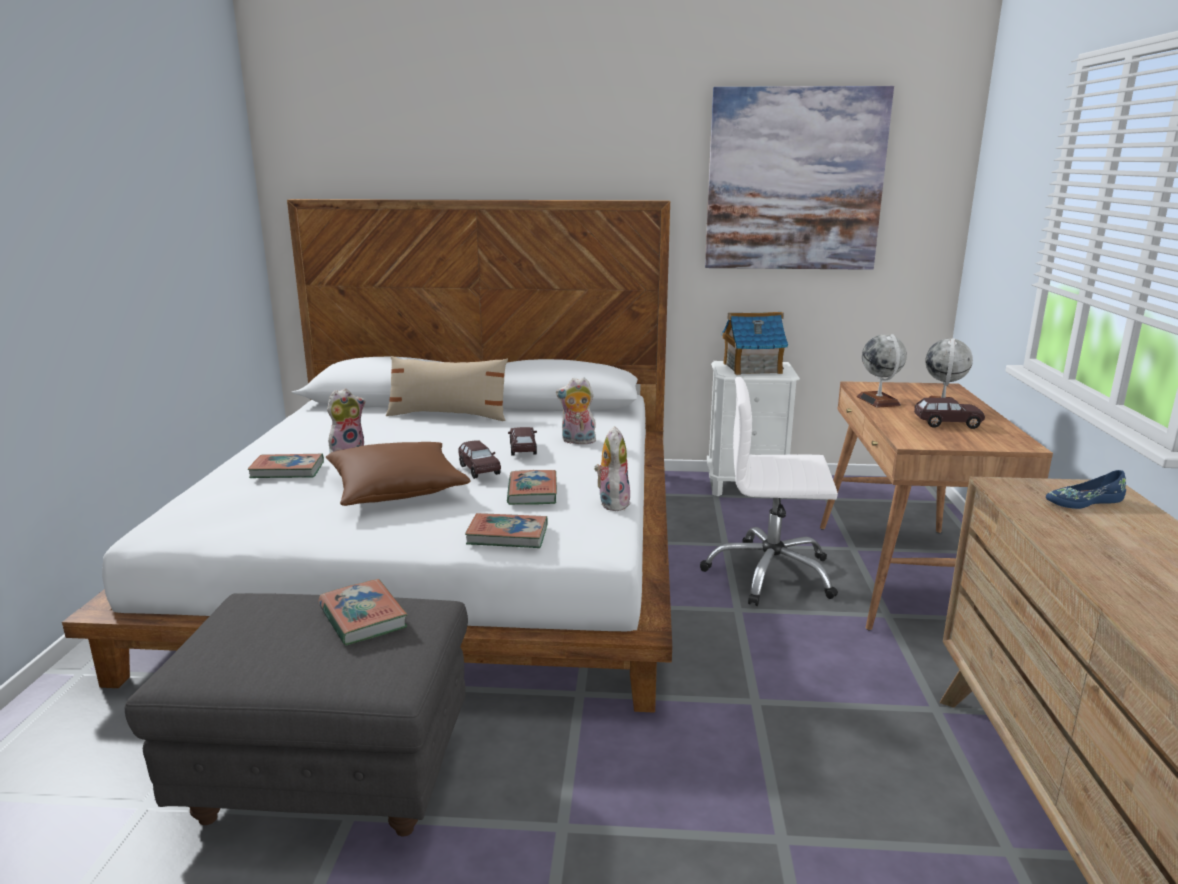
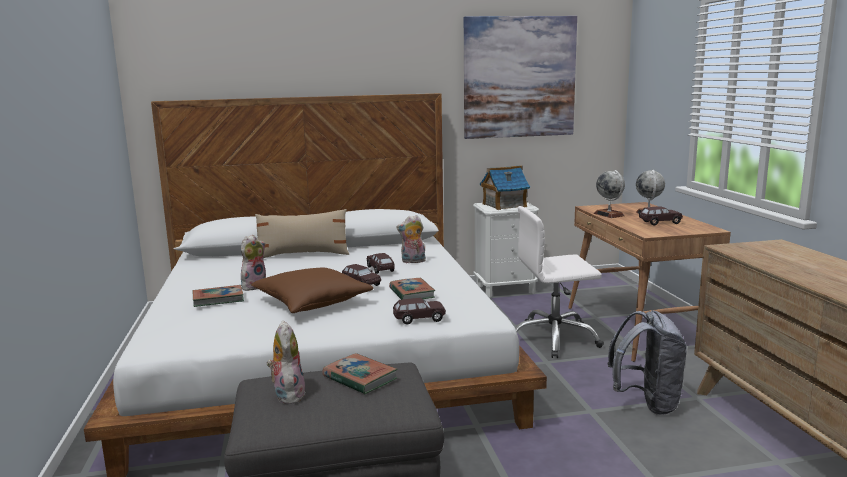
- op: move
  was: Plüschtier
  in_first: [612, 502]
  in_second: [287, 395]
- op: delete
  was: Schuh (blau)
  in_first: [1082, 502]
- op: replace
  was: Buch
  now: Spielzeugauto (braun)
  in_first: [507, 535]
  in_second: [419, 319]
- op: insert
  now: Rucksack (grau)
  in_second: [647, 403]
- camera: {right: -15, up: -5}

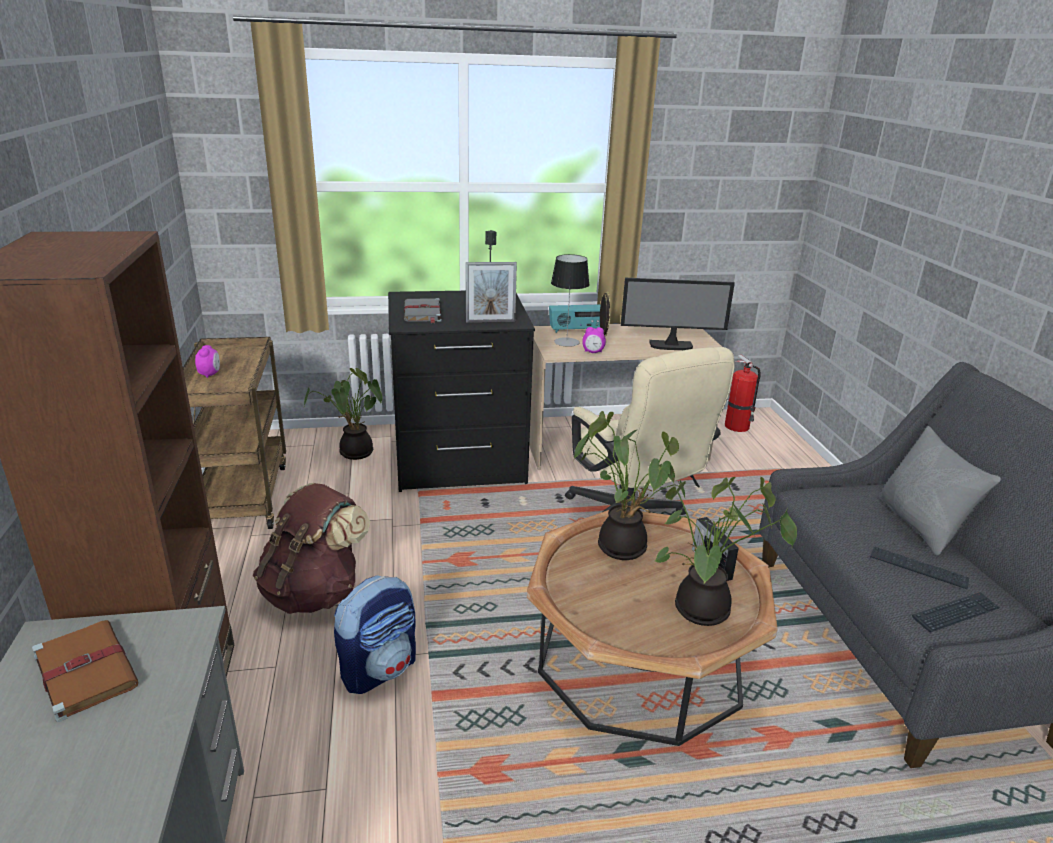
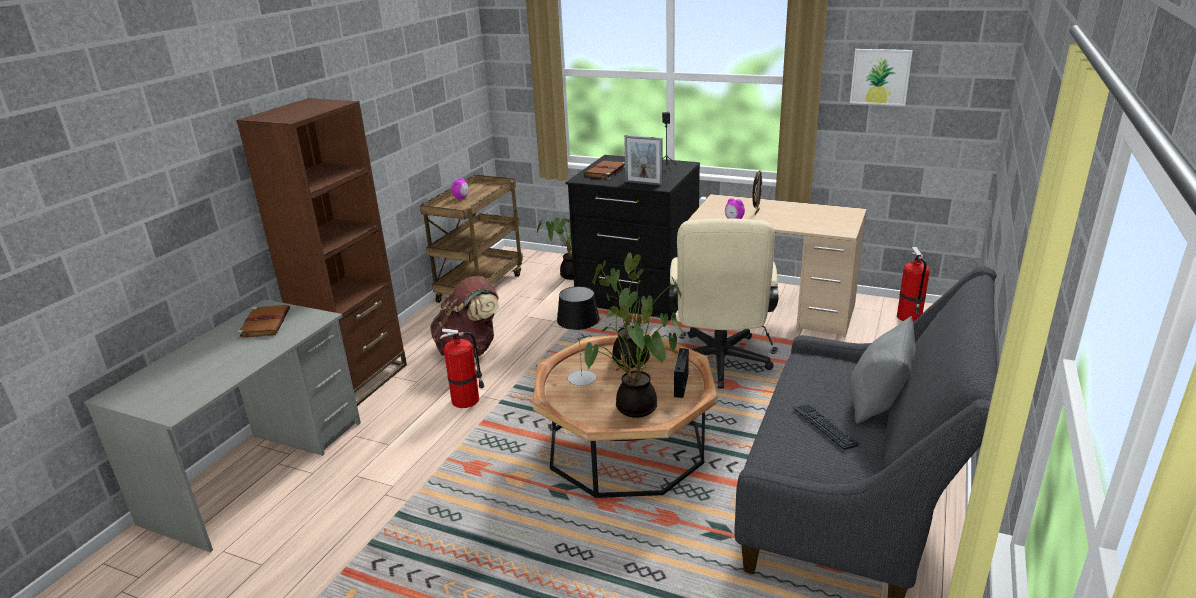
- op: move
  was: Tischlampe
  in_first: [566, 342]
  in_second: [581, 378]
- op: delete
  was: Monitor
  in_first: [671, 346]
- op: recolor
  was: Buch (grau)
  now: Buch (braun)
  in_first: [422, 313]
  in_second: [605, 172]
- op: delete
  was: Radio
  in_first: [576, 330]
- op: replace
  was: Rucksack
  now: Feuerlöscher
  in_first: [379, 669]
  in_second: [467, 400]
- op: delete
  was: Tastatur
  in_first: [955, 613]
- op: insert
  now: Bild
  in_second: [880, 77]
- camera: {right: 35, up: 0}

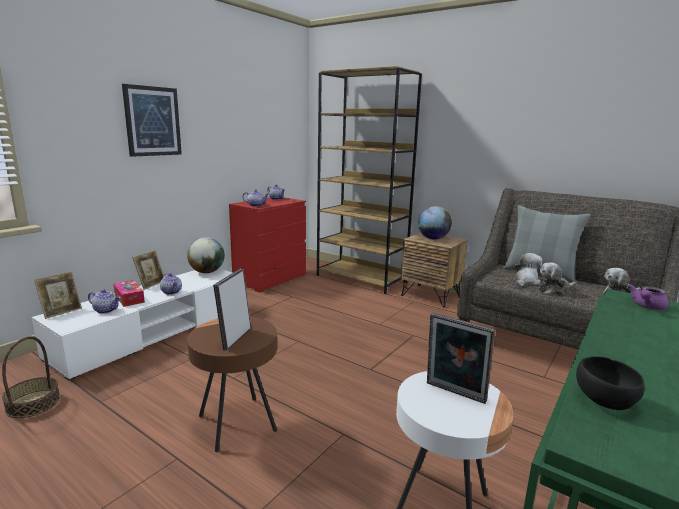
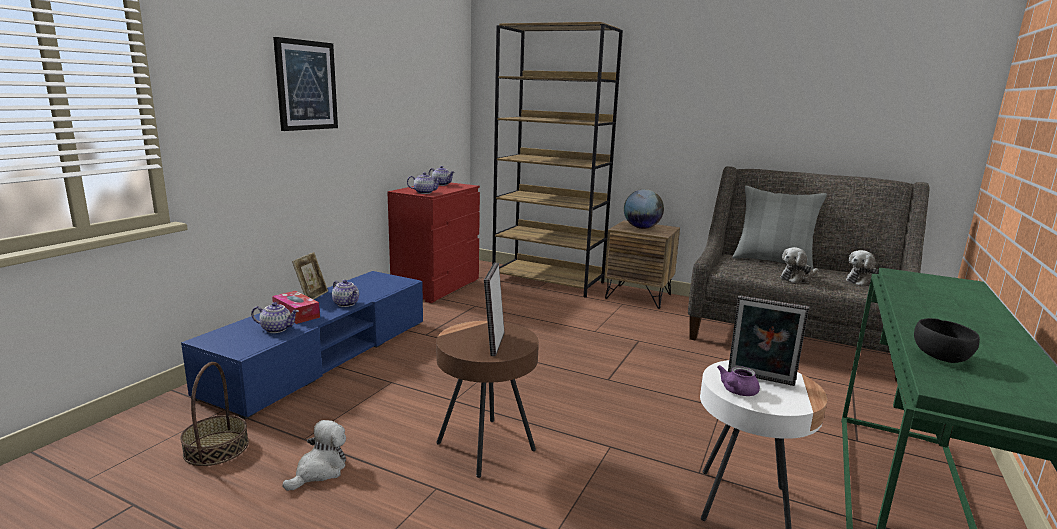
- op: delete
  was: Globus
  in_first: [207, 272]
- op: move
  was: Plüschtier
  in_first: [525, 281]
  in_second: [320, 471]
- op: recolor
  was: Fernsehschrank (weiß)
  now: Fernsehschrank (blau)
  in_first: [155, 331]
  in_second: [323, 356]
- op: delete
  was: Bilderrahmen
  in_first: [61, 312]
- op: move
  was: Teekanne (lila)
  in_first: [647, 306]
  in_second: [737, 392]
- camera: {right: -10, up: 0}

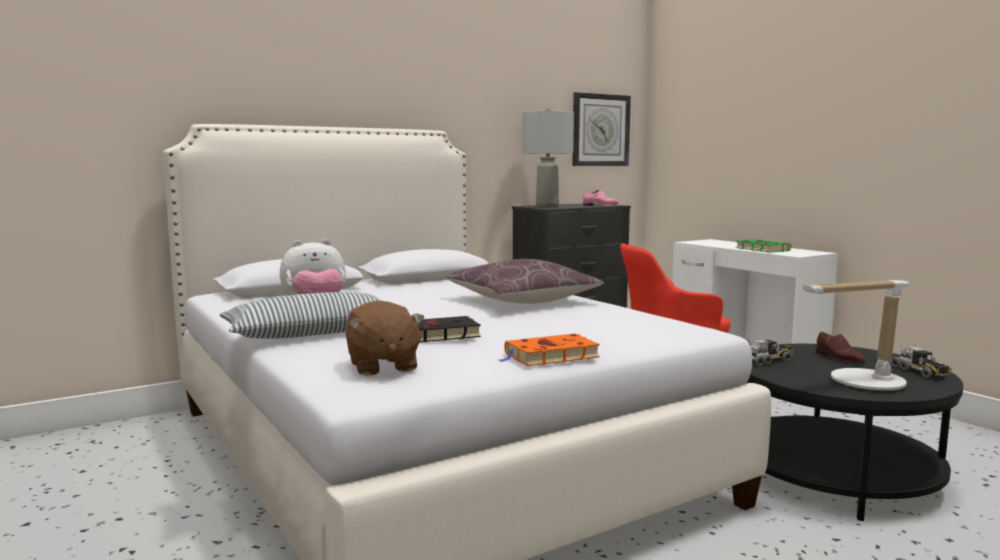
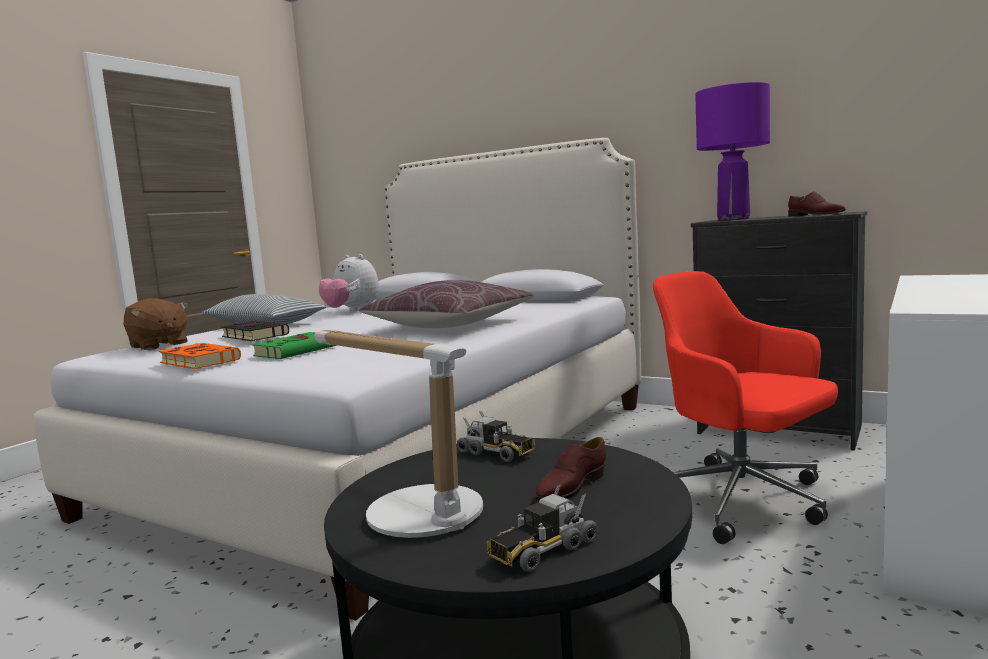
- op: delete
  was: Wanduhr
  in_first: [600, 130]
- op: recolor
  was: Tischlampe (grau)
  now: Tischlampe (lila)
  in_first: [547, 206]
  in_second: [732, 219]
- op: recolor
  was: Schuh (rosa)
  now: Schuh (braun)
  in_first: [601, 205]
  in_second: [815, 215]
- op: move
  was: Buch (grün)
  in_first: [761, 249]
  in_second: [299, 350]
- op: rotate
  was: Plüschtier (braun)
  in_first: [382, 366]
  in_second: [158, 345]
  clockwise: -90
- camera: {right: 65, up: 0}

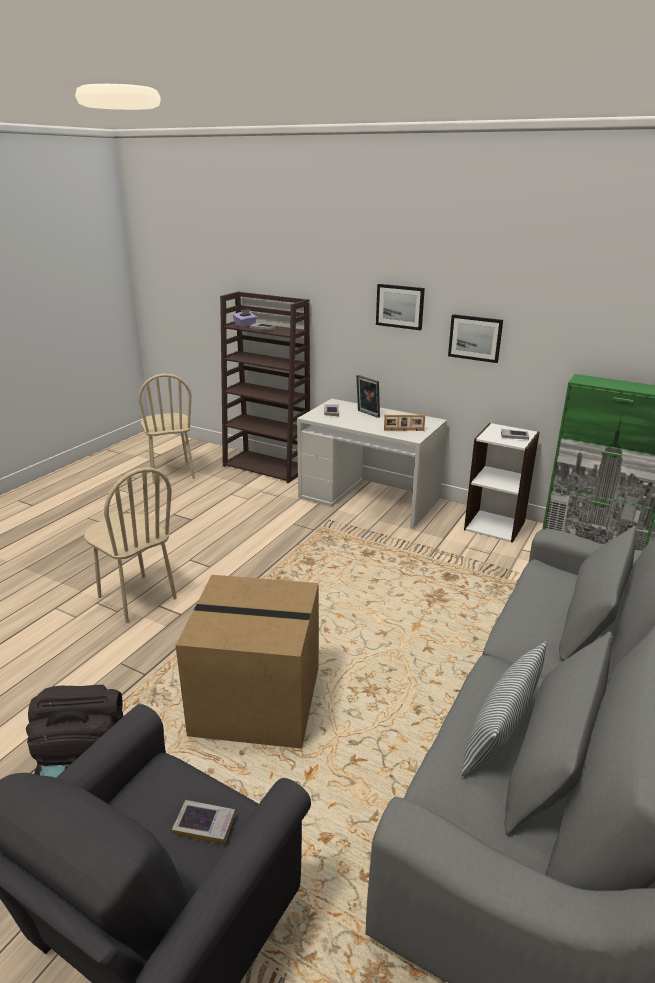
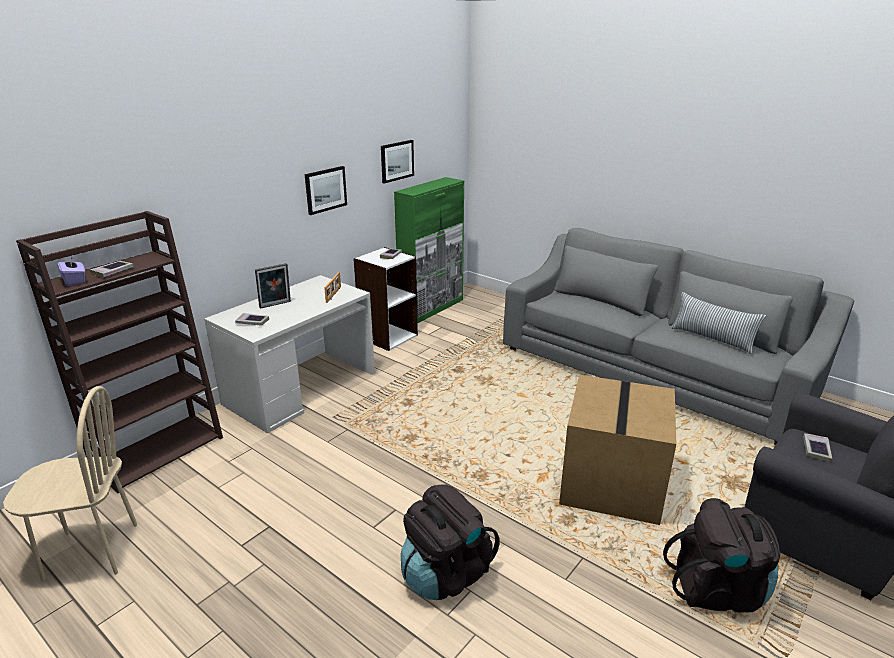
- op: move
  was: Bild
  in_first: [400, 306]
  in_second: [396, 161]
- op: replace
  was: Stuhl (beige)
  now: Rucksack (schwarz)
  in_first: [136, 598]
  in_second: [446, 573]
- camera: {right: -80, up: 0}

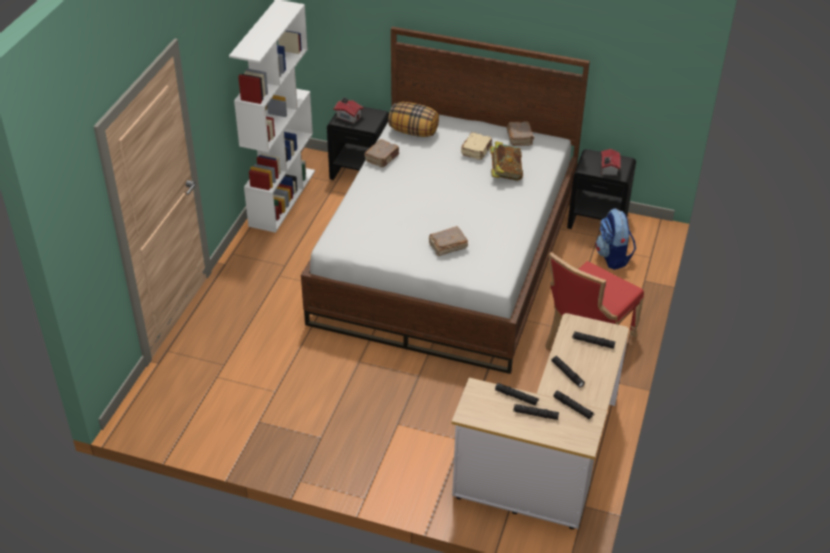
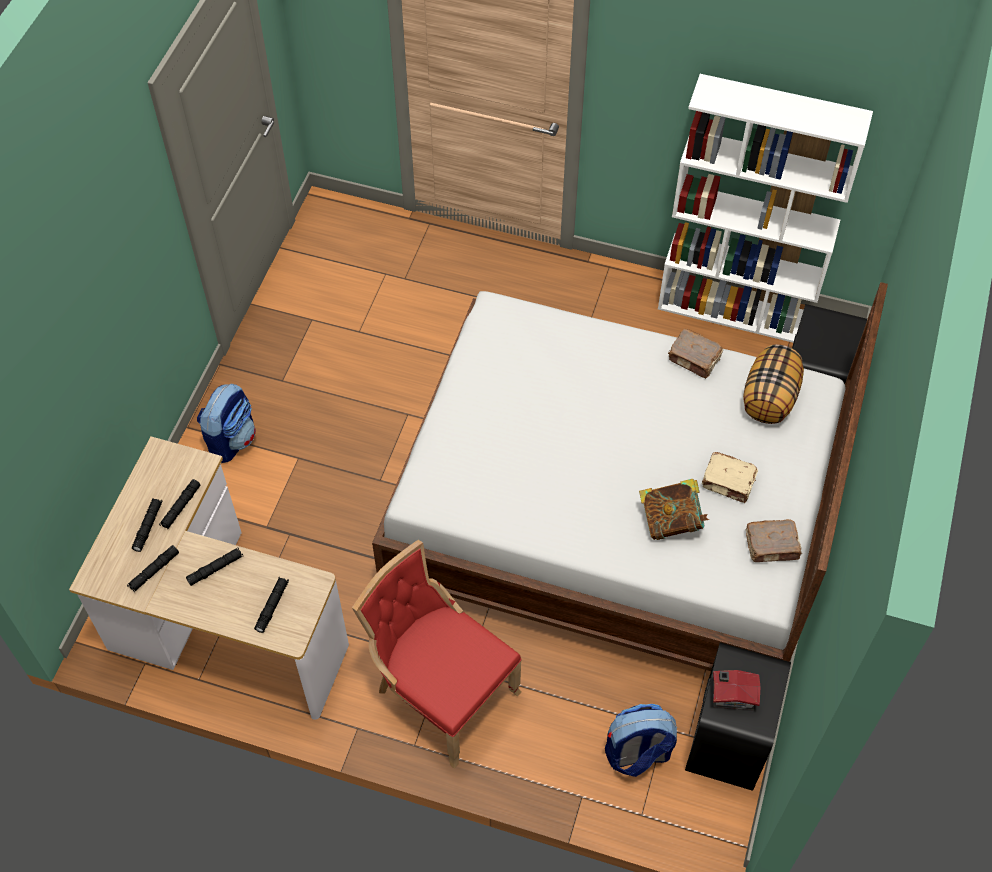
- op: delete
  was: Spielzeughaus
  in_first: [348, 117]
- op: delete
  was: Buch (braun)
  in_first: [447, 246]
- op: insert
  now: Rucksack
  in_second: [232, 439]
- camera: {right: 90, up: 15}

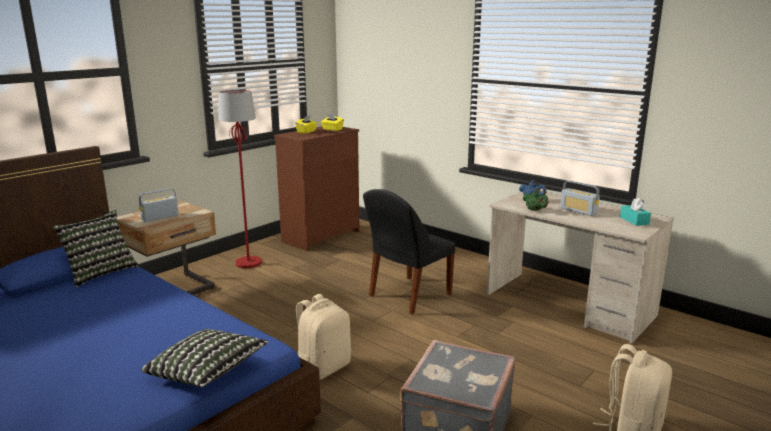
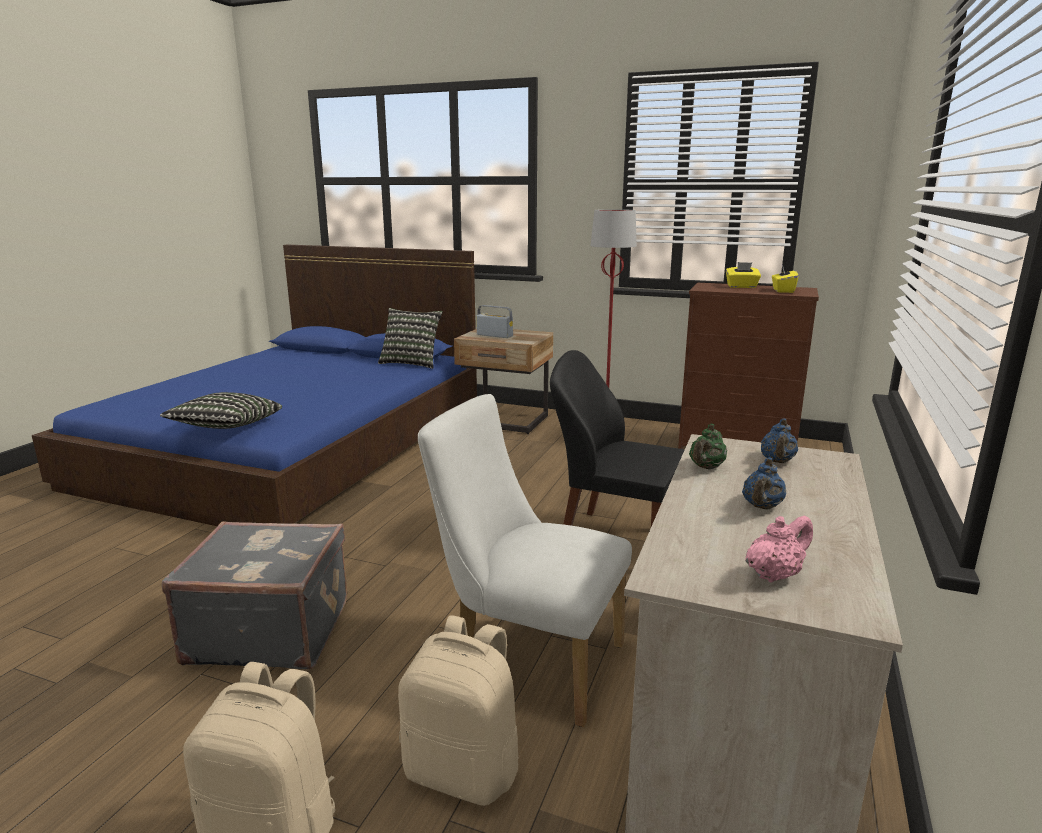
- op: replace
  was: Radio
  now: Teekanne (blau)
  in_first: [578, 211]
  in_second: [761, 507]
- op: replace
  was: Taschentuchbox (türkis)
  now: Teekanne (rosa)
  in_first: [634, 220]
  in_second: [775, 575]
- op: move
  was: Rucksack (beige)
  in_first: [323, 368]
  in_second: [464, 770]
- op: insert
  now: Stuhl (weiß)
  in_second: [527, 661]
- camera: {right: 70, up: 0}

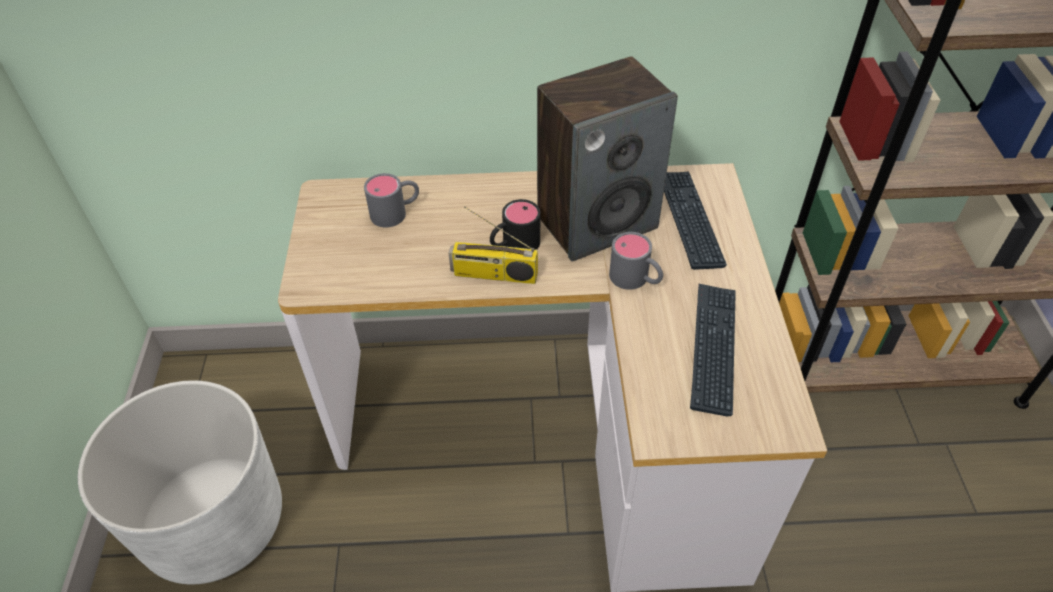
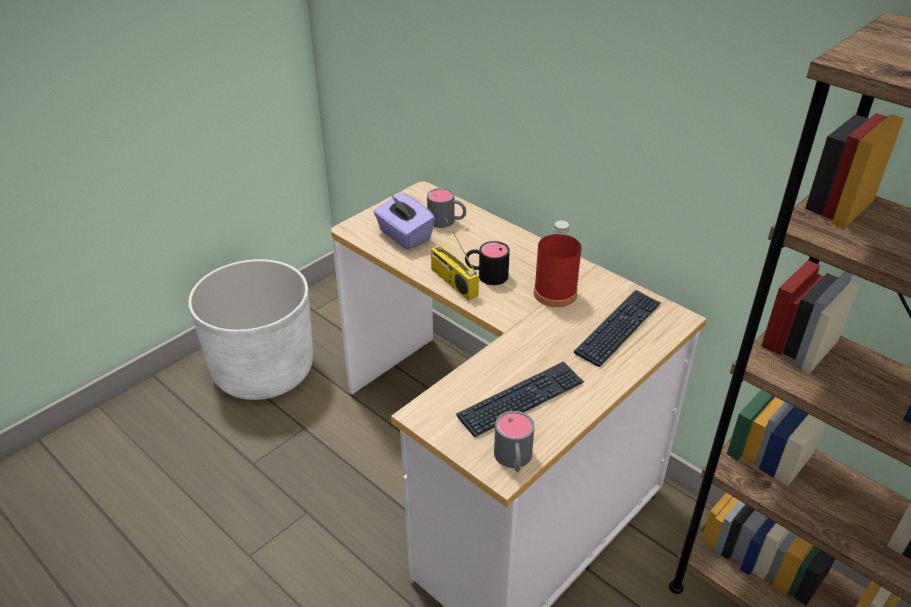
- op: replace
  was: Lautsprecher
  now: Flasche (rot)
  in_first: [597, 222]
  in_second: [555, 293]
- op: move
  was: Henkelbecher (grau)
  in_first: [636, 279]
  in_second: [513, 460]
- op: insert
  now: Taschentuchbox (lila)
  in_second: [404, 236]
- camera: {right: 45, up: -10}

